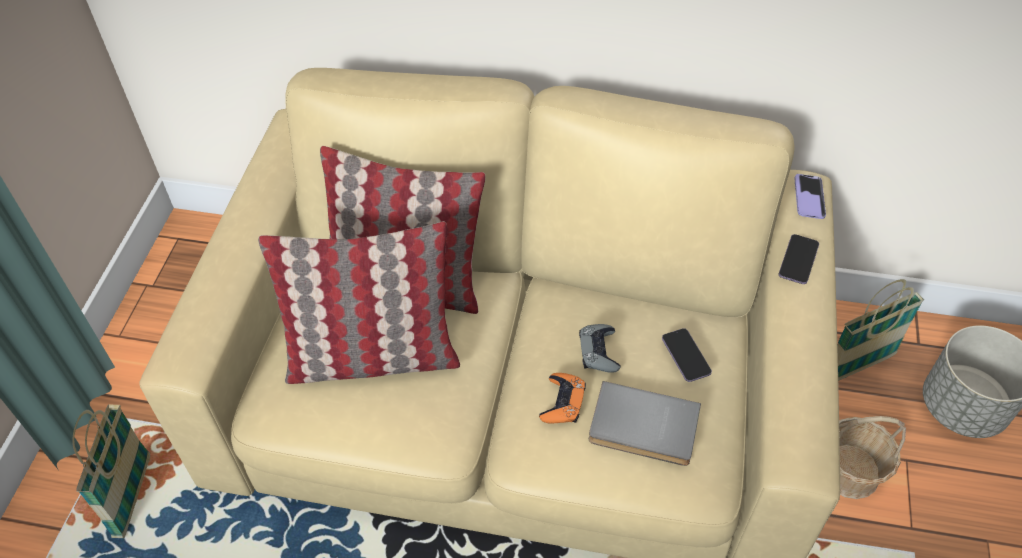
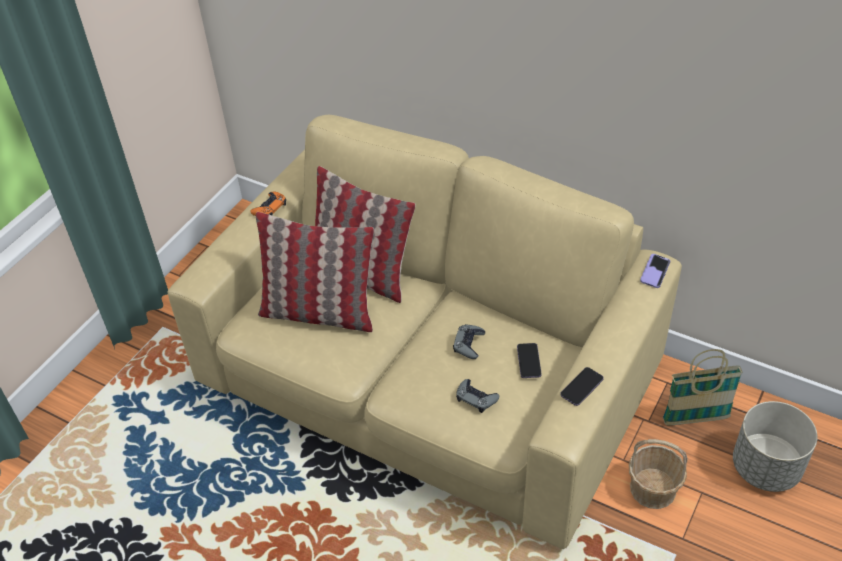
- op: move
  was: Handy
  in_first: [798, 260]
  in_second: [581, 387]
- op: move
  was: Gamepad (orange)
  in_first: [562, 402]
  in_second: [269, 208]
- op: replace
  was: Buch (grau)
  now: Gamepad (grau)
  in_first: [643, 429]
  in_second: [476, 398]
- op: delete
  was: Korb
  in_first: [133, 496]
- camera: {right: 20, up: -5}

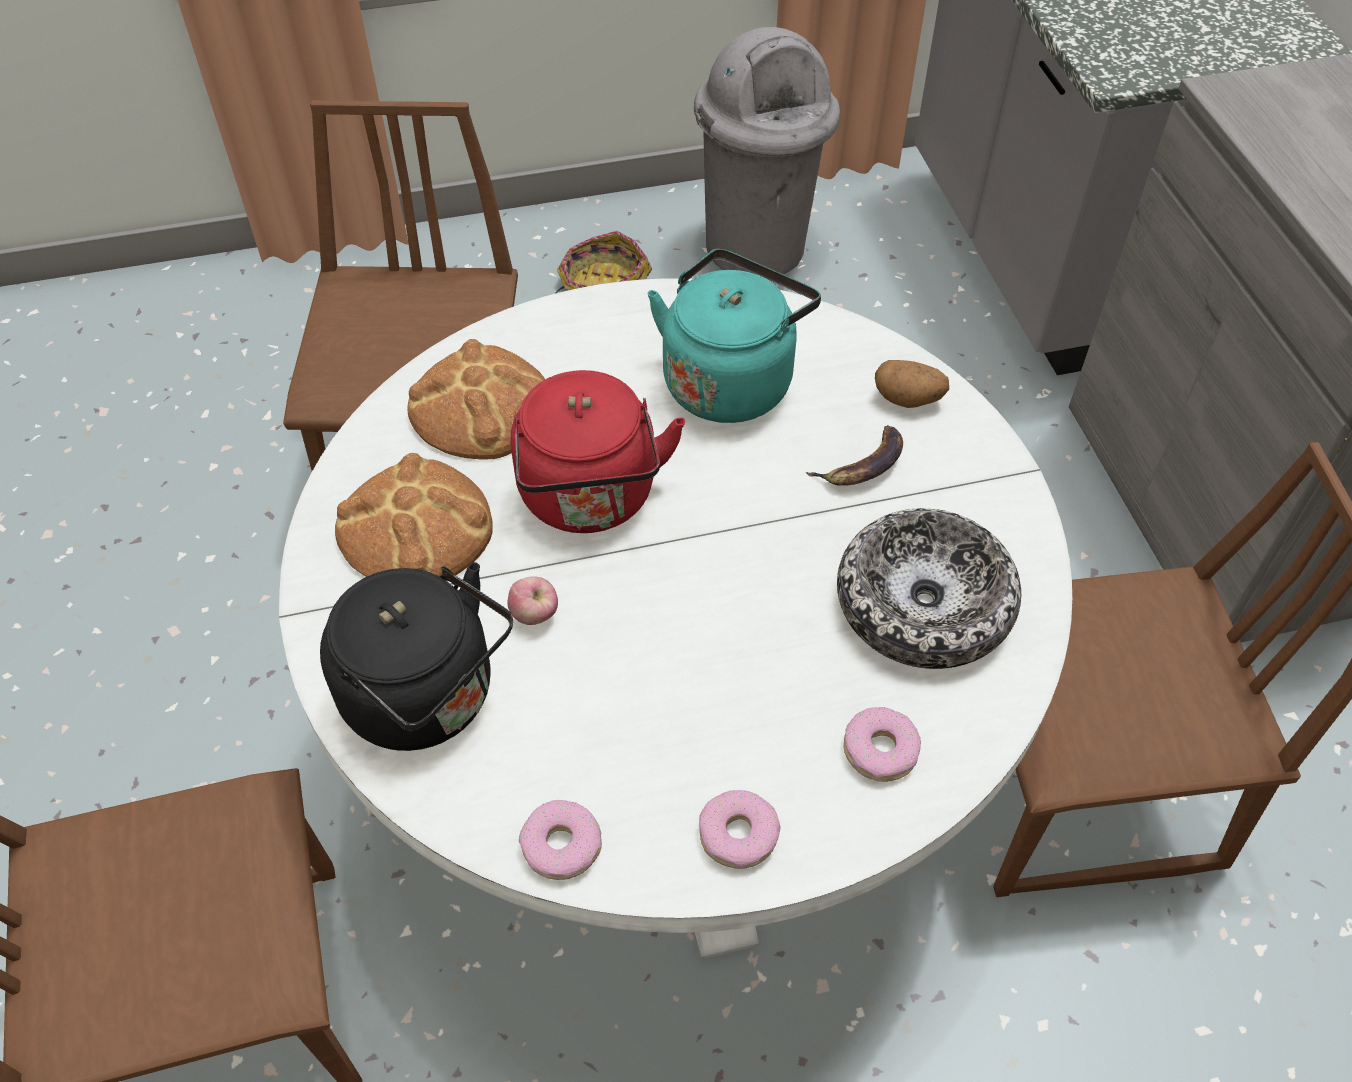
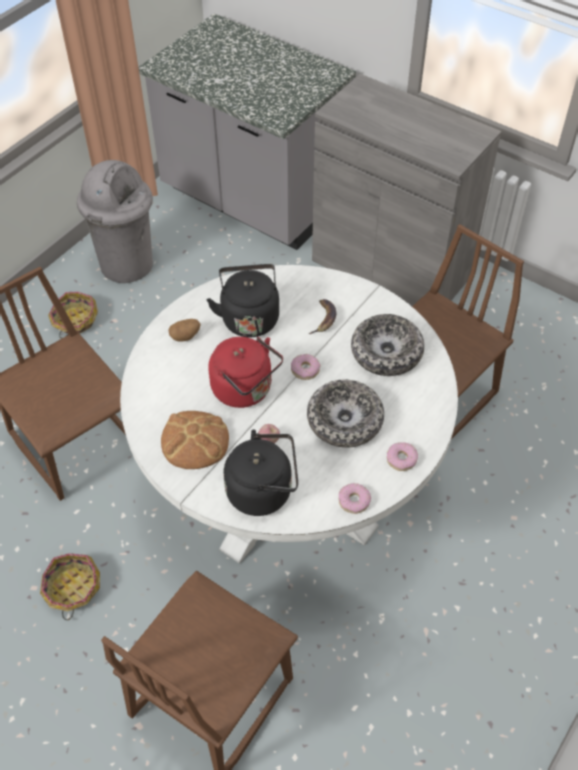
- op: recolor
  was: Wasserkessel (türkis)
  now: Wasserkessel (schwarz)
  in_first: [730, 380]
  in_second: [249, 317]
- op: delete
  was: Brot
  in_first: [482, 407]
- op: move
  was: Kartoffel
  in_first: [908, 399]
  in_second: [185, 336]
- op: move
  was: Donut
  in_first: [879, 750]
  in_second: [305, 370]
- op: insert
  now: Schüssel
  in_second: [345, 420]
- op: insert
  now: Korb
  in_second: [72, 589]
- camera: {right: -40, up: 0}

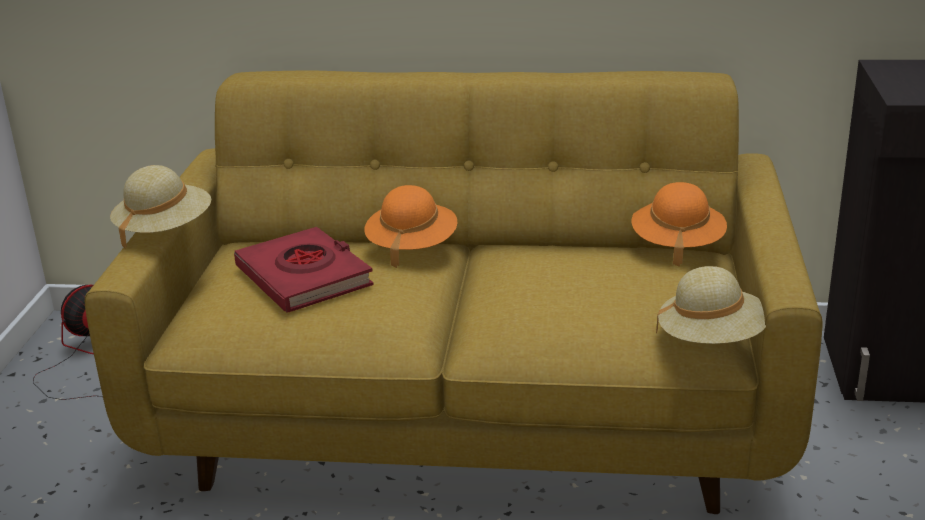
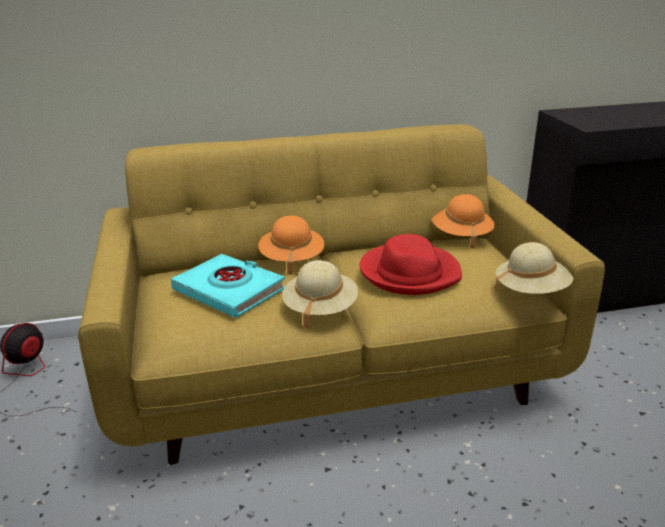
- op: move
  was: Hut (beige)
  in_first: [164, 230]
  in_second: [320, 309]
- op: recolor
  was: Buch (rot)
  now: Buch (türkis)
  in_first: [304, 277]
  in_second: [229, 291]
- op: insert
  now: Hut (rot)
  in_second: [409, 272]
- camera: {right: -20, up: 0}

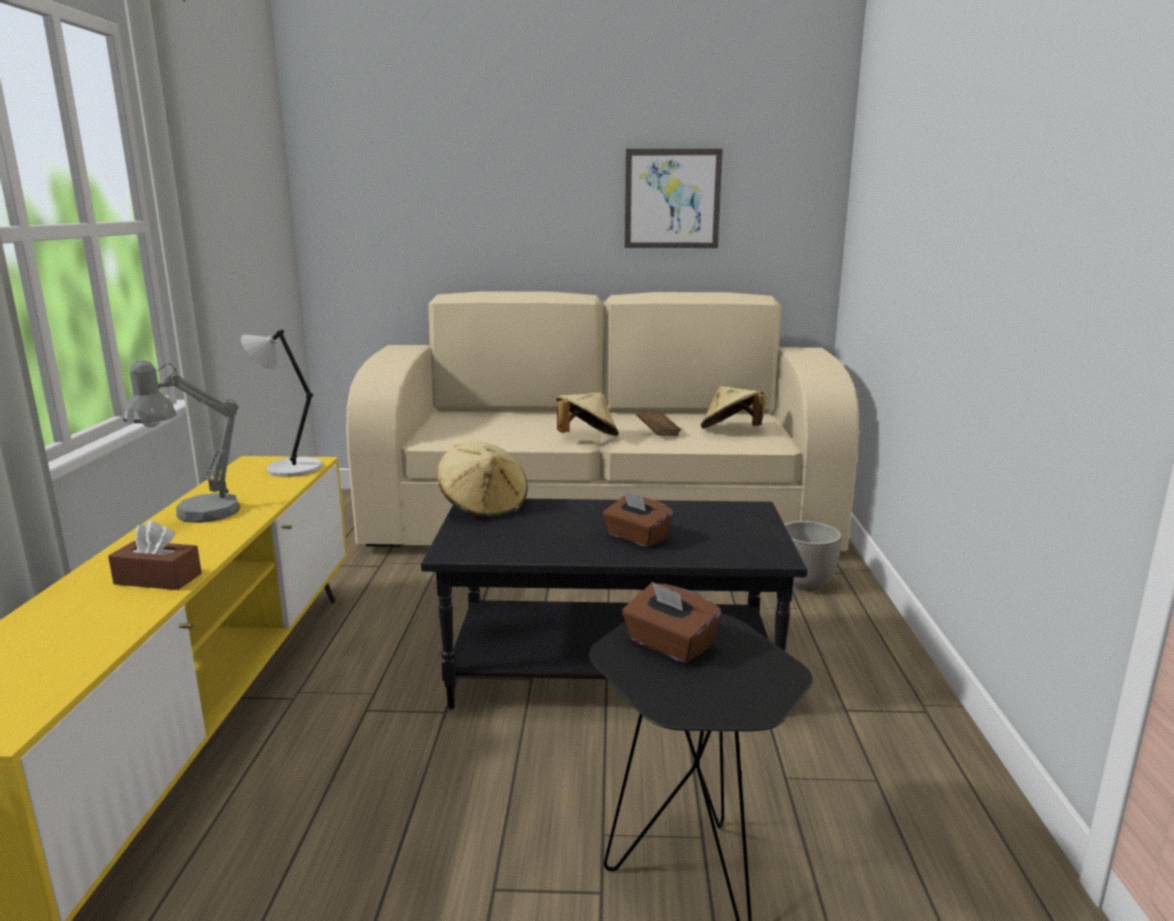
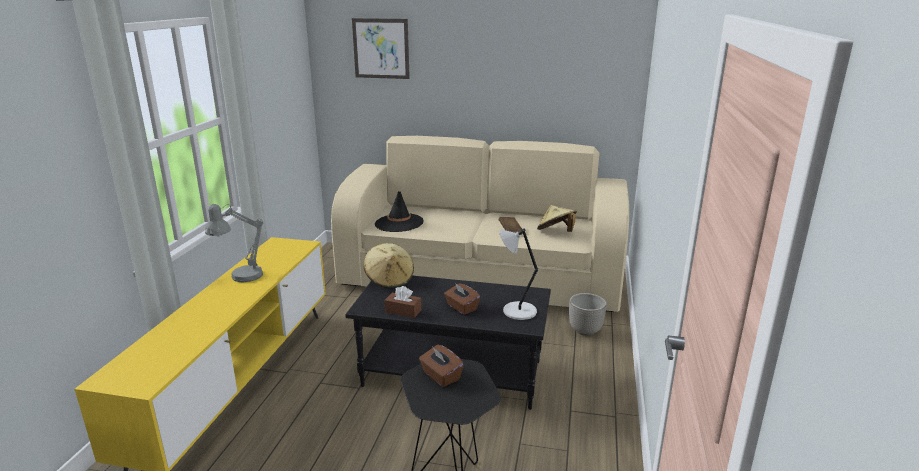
- op: move
  was: Bild
  in_first: [672, 199]
  in_second: [381, 48]
- op: move
  was: Tischlampe (grau)
  in_first: [291, 468]
  in_second: [517, 311]
- op: delete
  was: Hut (beige)
  in_first: [586, 438]
- op: move
  was: Taschentuchbox (braun)
  in_first: [158, 579]
  in_second: [403, 311]
- op: insert
  now: Hut (schwarz)
  in_second: [399, 223]
- camera: {right: 10, up: 5}

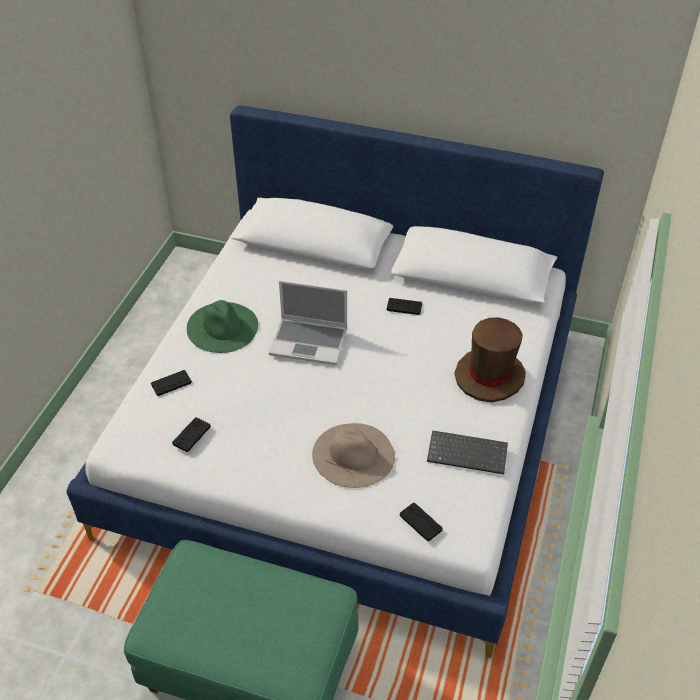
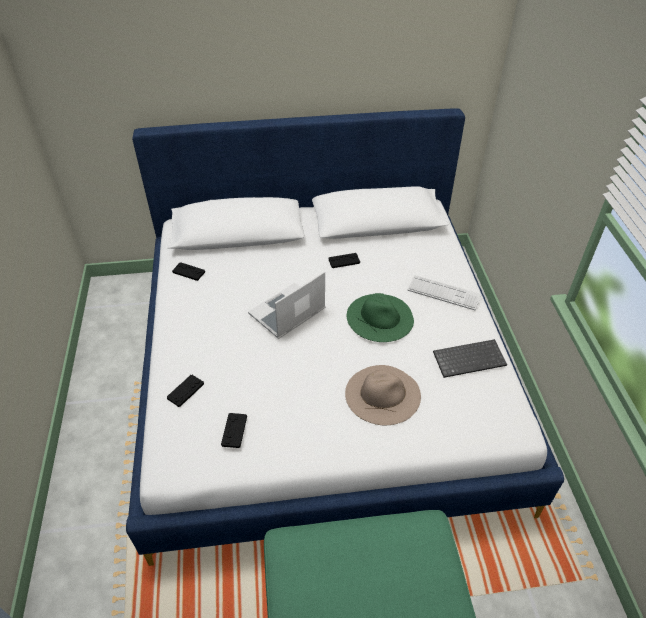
- op: rotate
  was: Laptop
  in_first: [310, 342]
  in_second: [287, 313]
  clockwise: 150
- op: move
  was: Hut (grün)
  in_first: [222, 327]
  in_second: [380, 317]
- op: replace
  was: Hut (braun)
  now: Tastatur
  in_first: [490, 376]
  in_second: [444, 293]
- op: move
  was: Gamepad (schwarz)
  in_first: [420, 522]
  in_second: [188, 272]
- camera: {right: -25, up: 0}

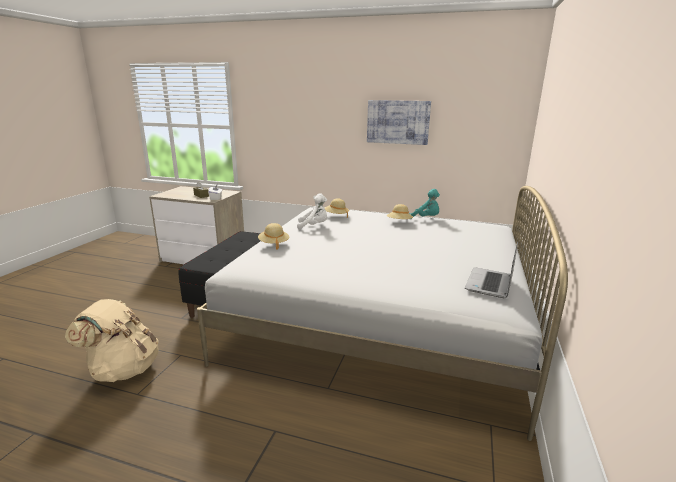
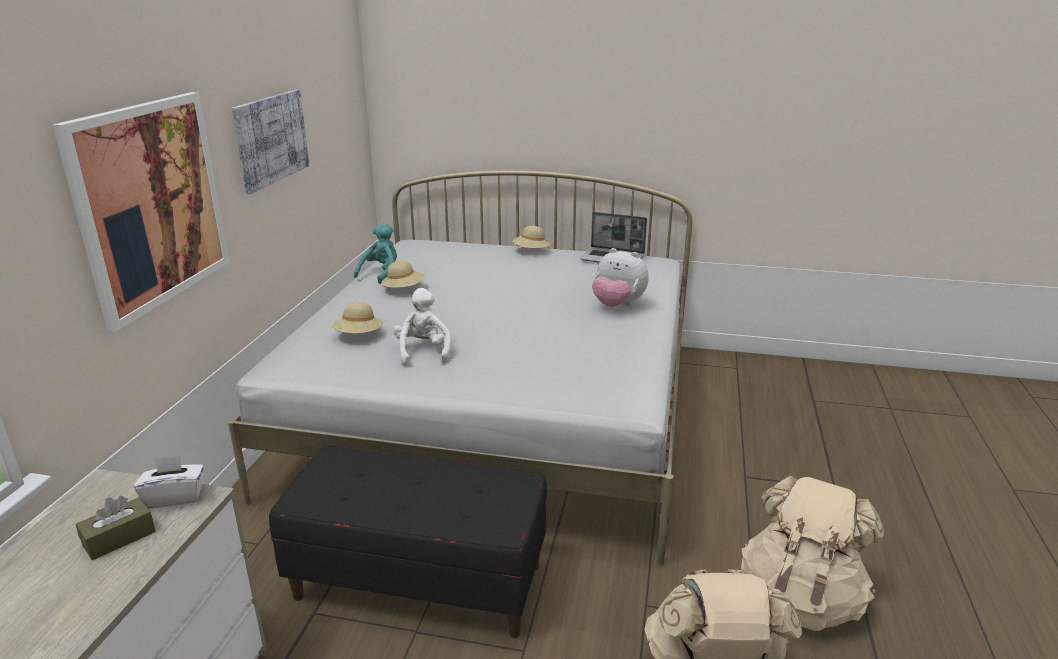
- op: move
  was: Hut (beige)
  in_first: [273, 244]
  in_second: [531, 251]
- op: insert
  now: Bild
  in_second: [151, 204]
- op: insert
  now: Plüschtier
  in_second: [617, 305]
- op: insert
  now: Rucksack (beige)
  in_second: [801, 599]
- camera: {right: -95, up: 5}

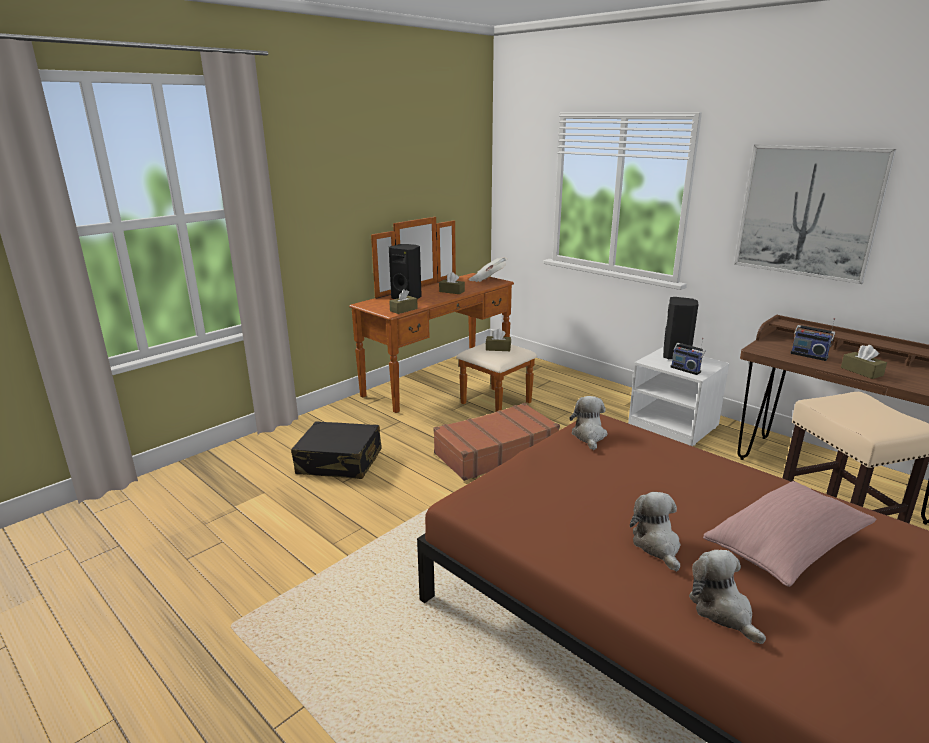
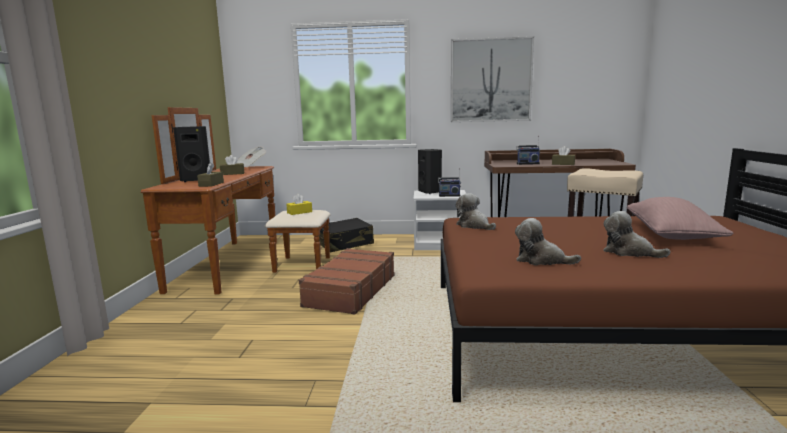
- op: recolor
  was: Taschentuchbox (braun)
  now: Taschentuchbox (gelb)
  in_first: [498, 348]
  in_second: [299, 212]
- op: move
  was: Koffer (schwarz)
  in_first: [339, 462]
  in_second: [345, 244]
- op: move
  was: Plüschtier
  in_first: [723, 611]
  in_second: [541, 260]
- camera: {right: -40, up: -10}

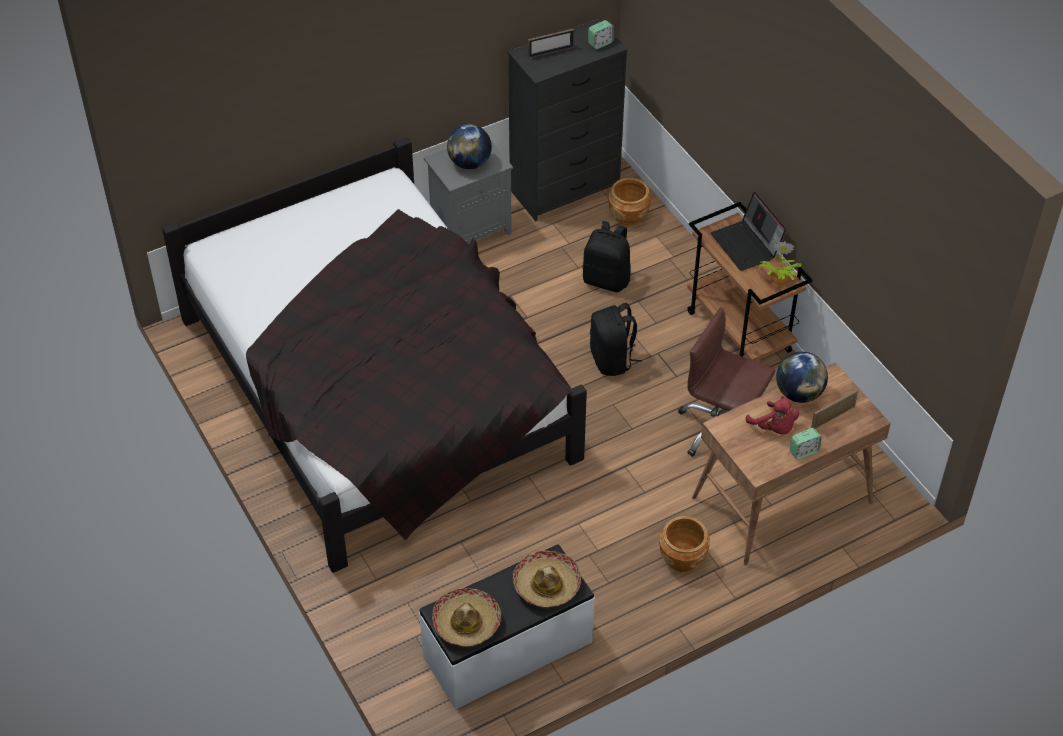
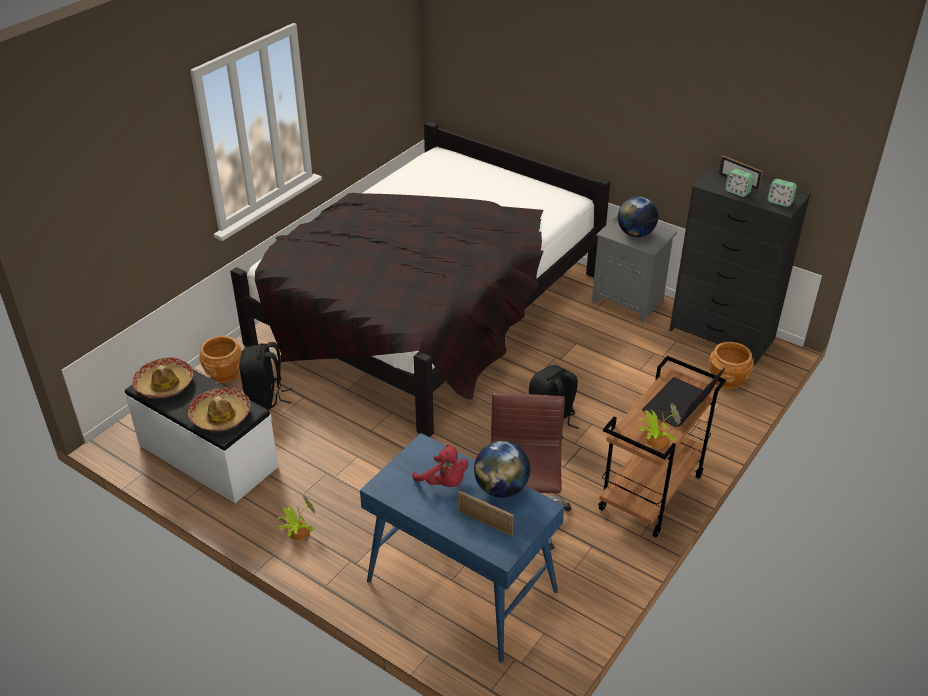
- op: move
  was: Rucksack (schwarz)
  in_first: [607, 279]
  in_second: [266, 398]
- op: recolor
  was: Schreibtisch (braun)
  now: Schreibtisch (blau)
  in_first: [781, 501]
  in_second: [460, 587]
- op: rotate
  was: Plüschtier (rot)
  in_first: [774, 428]
  in_second: [444, 482]
  clockwise: -75
- op: move
  was: Wecker
  in_first: [803, 451]
  in_second: [737, 192]
- op: move
  was: Pflanzkübel (braun)
  in_first: [682, 558]
  in_second: [224, 374]
- op: insert
  now: Topfpflanze
  in_second: [297, 532]
- camera: {right: 65, up: -10}

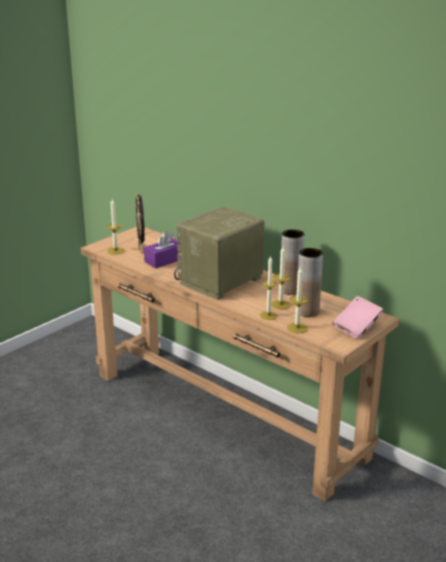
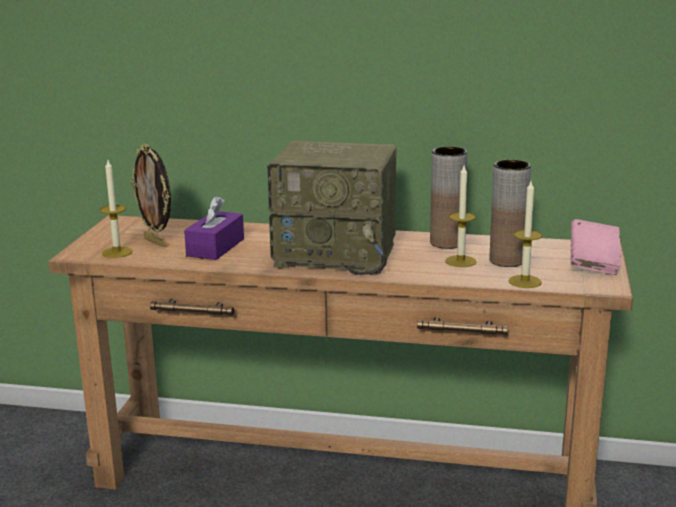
- op: rotate
  was: Radio
  in_first: [220, 282]
  in_second: [338, 255]
  clockwise: -90
- op: delete
  was: Kerze
  in_first: [268, 315]
- camera: {right: -30, up: -5}

